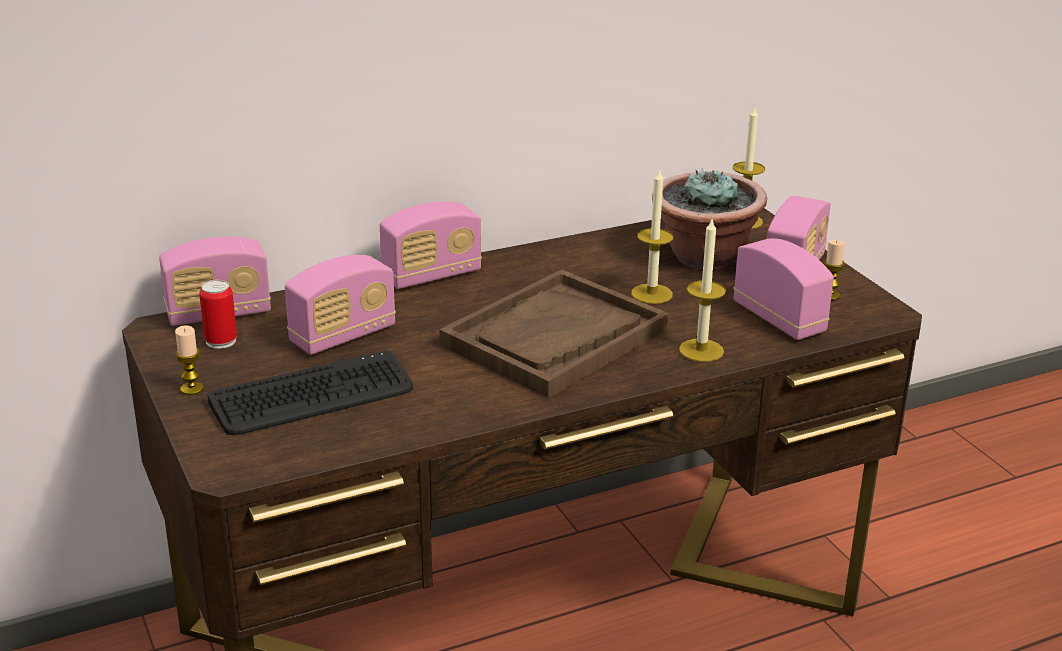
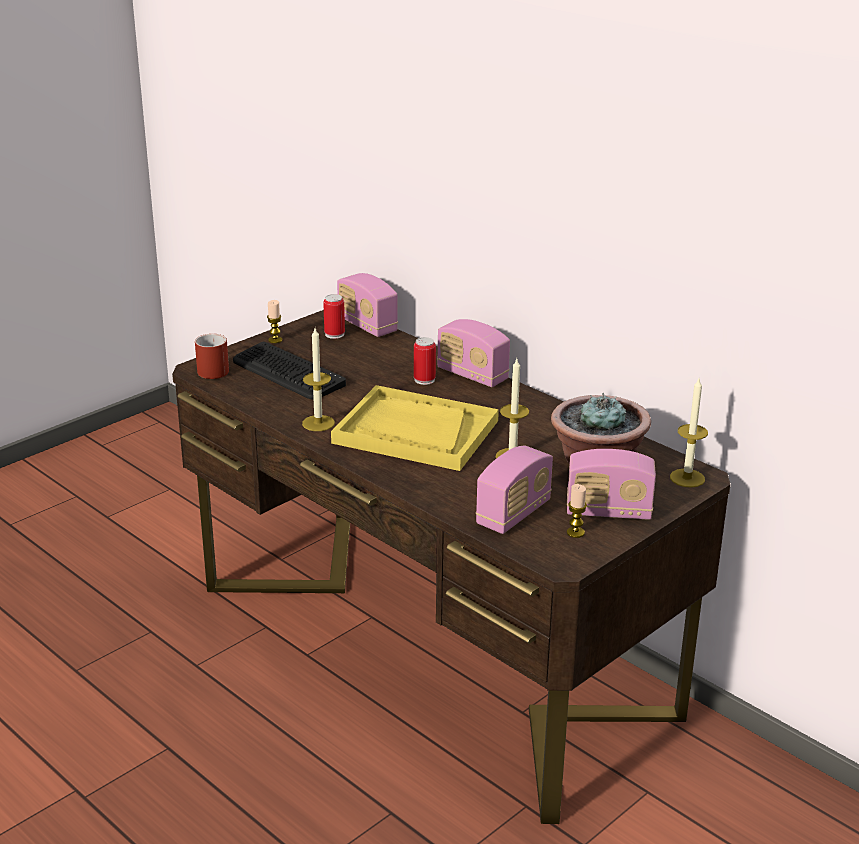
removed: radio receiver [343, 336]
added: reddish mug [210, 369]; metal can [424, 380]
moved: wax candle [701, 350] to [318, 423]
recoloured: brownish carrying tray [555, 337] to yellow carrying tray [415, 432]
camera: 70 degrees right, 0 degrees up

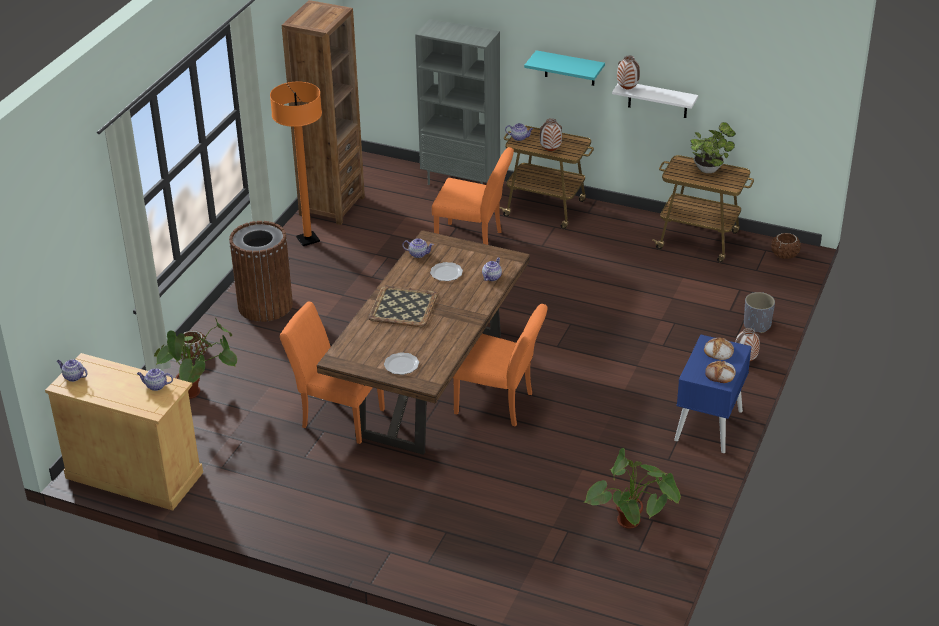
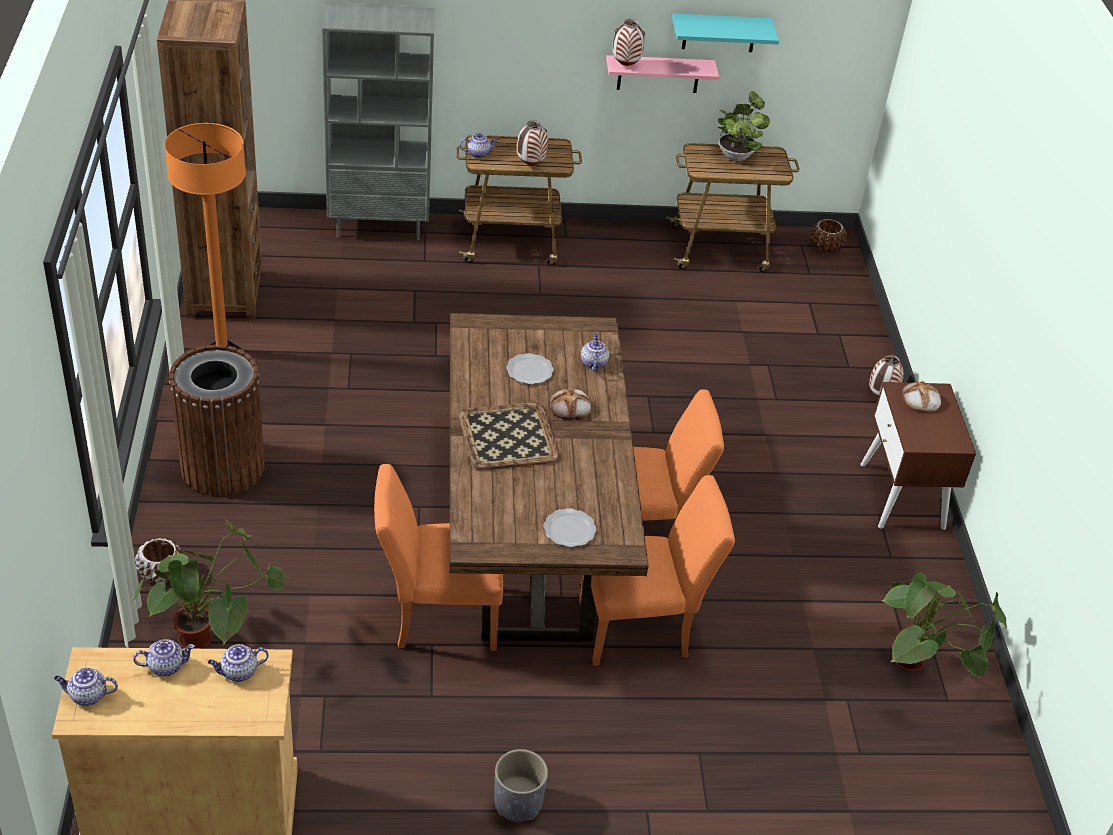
moved: turquoise-coloured bracket shelf [569, 68] to [719, 33]; orange-coloured upright chair [474, 241] to [643, 628]; teapot [418, 254] to [165, 666]; grey flower pot [757, 325] to [518, 802]; baked bread [720, 374] to [570, 407]
recoloured: white-coloured bracket shelf [657, 100] to pink-coloured bracket shelf [658, 74]; blue-coloured bedside table [708, 425] to brownish bedside table [902, 496]
camera: 30 degrees left, 5 degrees up

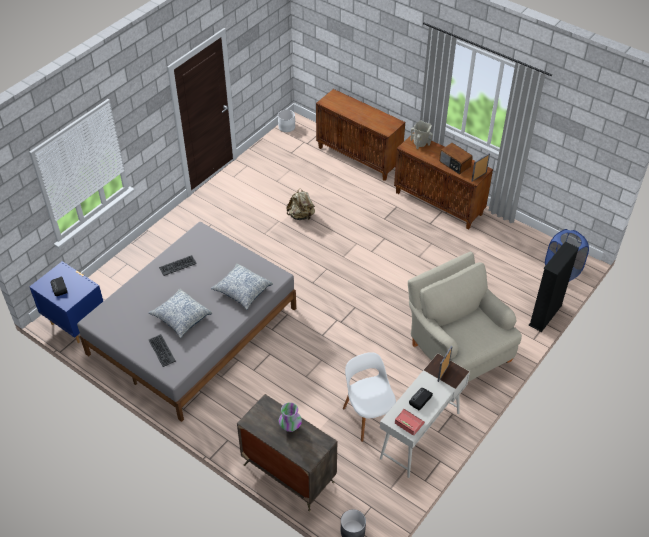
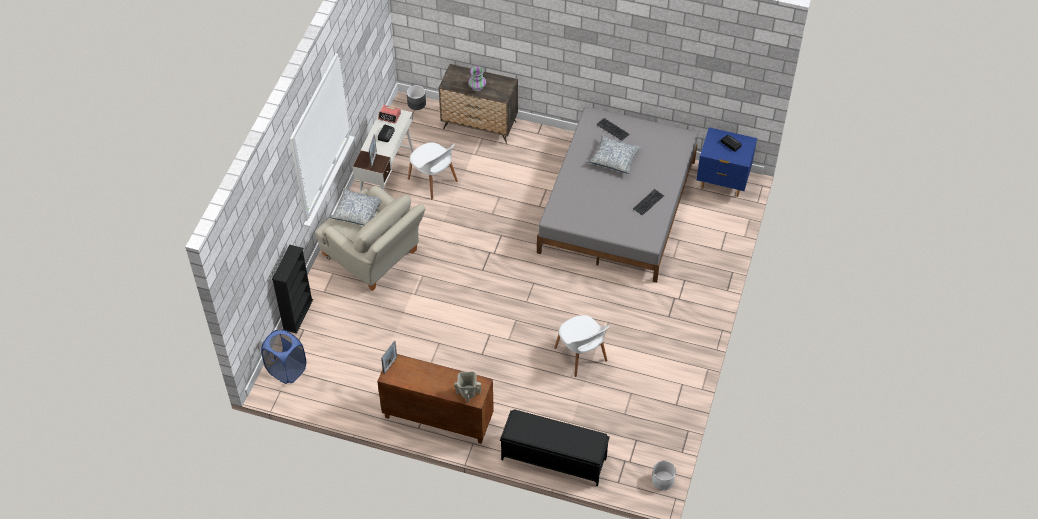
removed: radio receiver [454, 164]
moved: pillow [242, 291] to [358, 212]
replaced: brownish storage cabinet [359, 157] to black indoor bench [553, 458]; sand-coloured backpack [301, 216] to white-coloured upright chair [581, 355]
camera: 160 degrees right, 5 degrees up

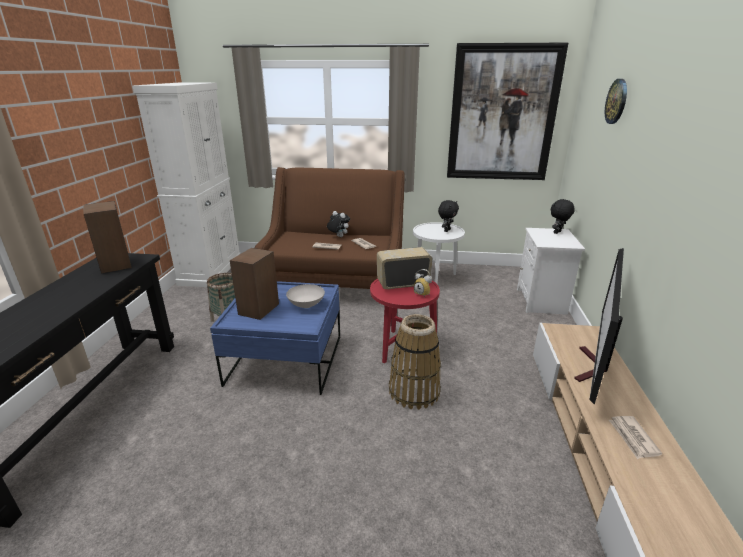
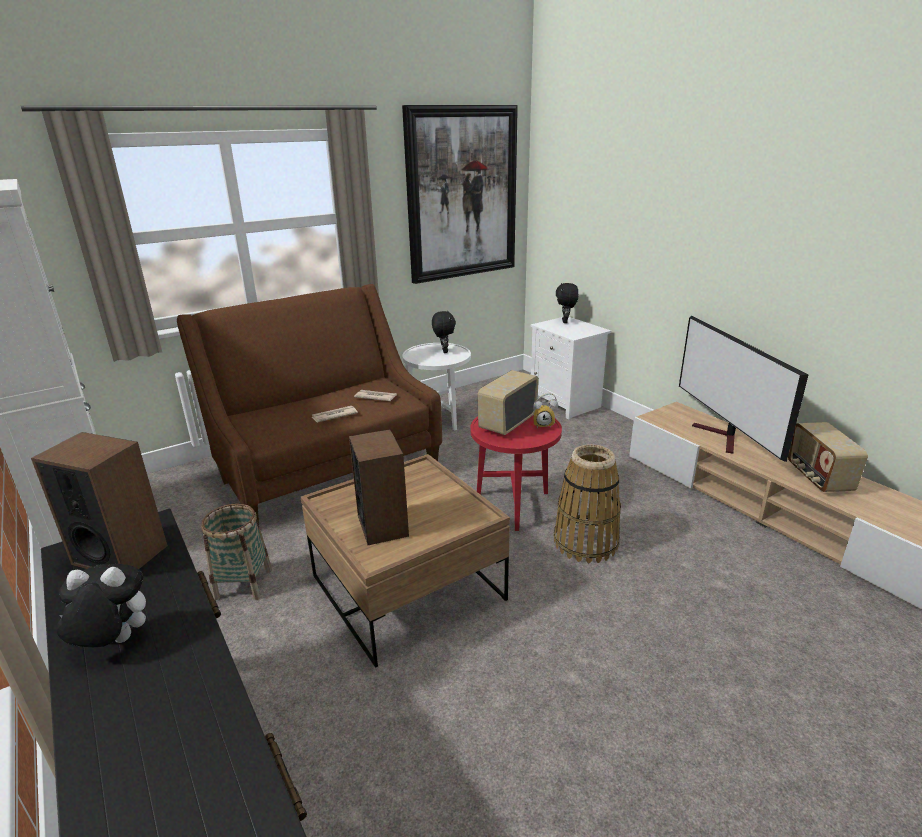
removed: hanging clock [616, 101]; white-coloured serving bowl [306, 305]
moved: soft toy [338, 236] to [114, 643]
replaced: printed paper [633, 438] to radio receiver [817, 478]
recoloured: blue-coloured coffee table [286, 360] to brownish coffee table [407, 588]
camera: 40 degrees left, 0 degrees up

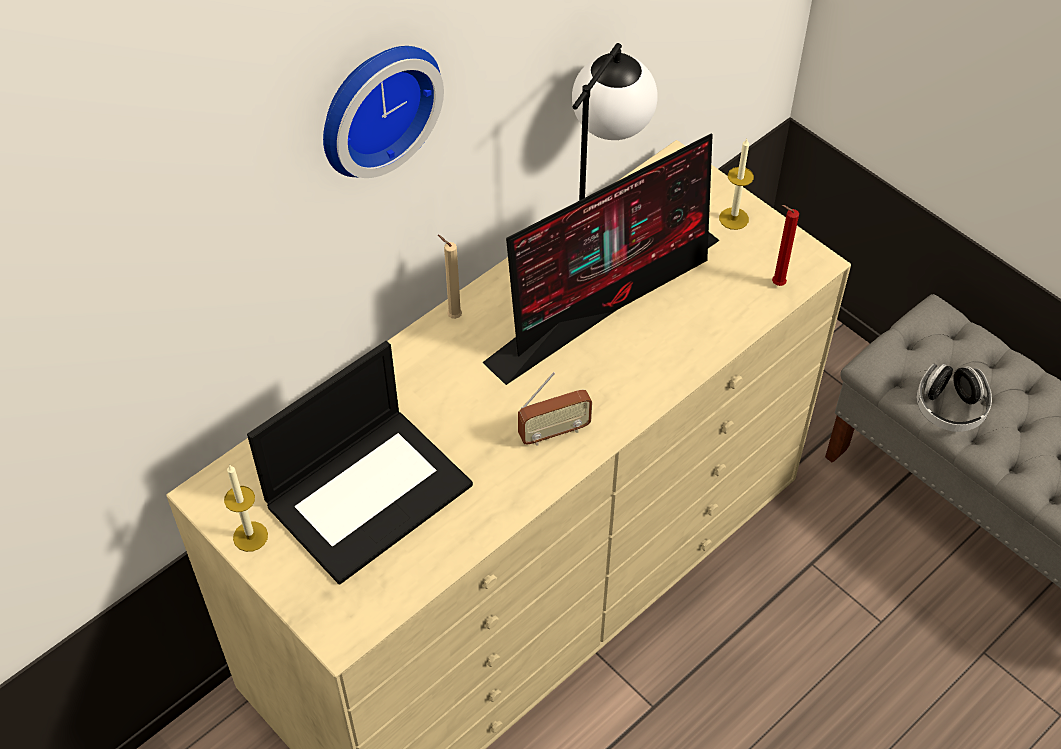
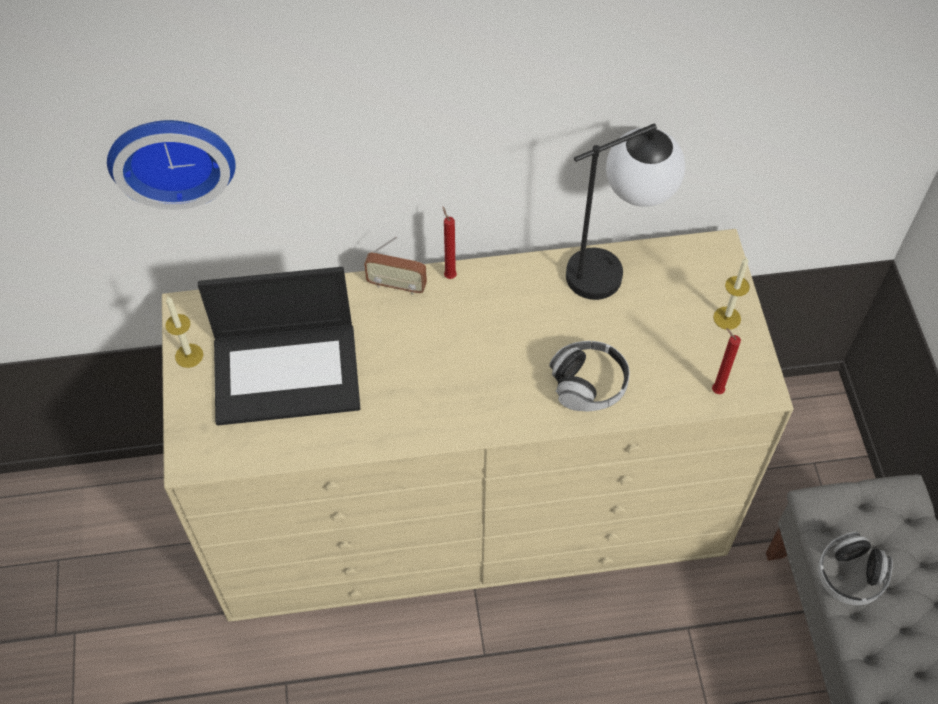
removed: computer display [608, 298]
added: pair of headphones [588, 385]
moved: hanging clock [374, 105] to [171, 155]; radio receiver [554, 432] to [397, 285]
recoloured: sand-coloured wax candle [452, 316] to reddish wax candle [449, 275]
camera: 35 degrees right, 5 degrees up

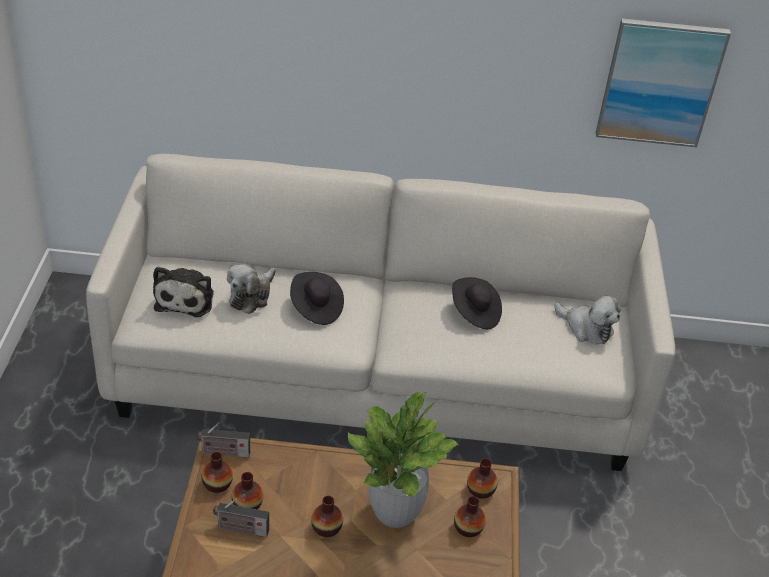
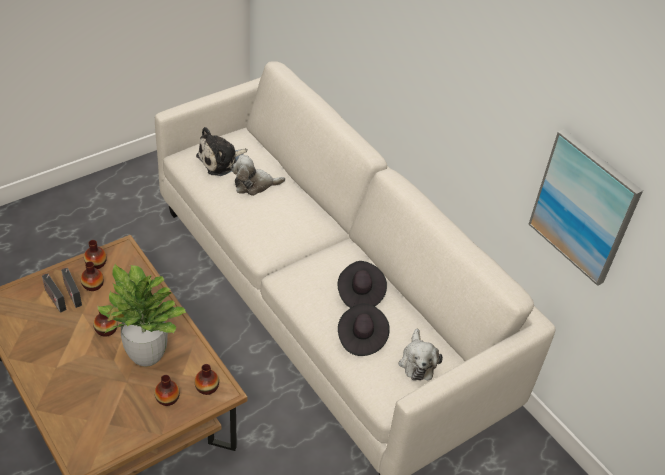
moved: black wearable hat [316, 308] to [361, 337]; radio receiver [223, 453] to [54, 298]
camera: 50 degrees right, 5 degrees up

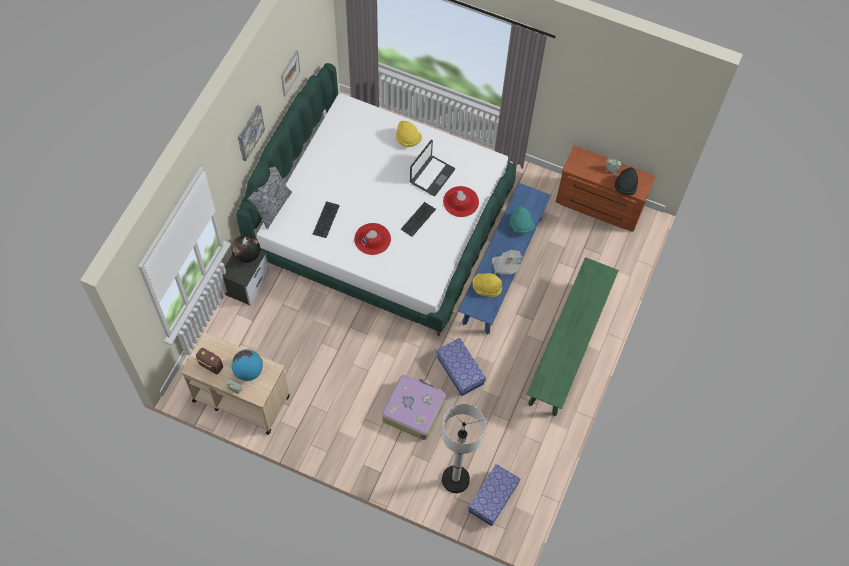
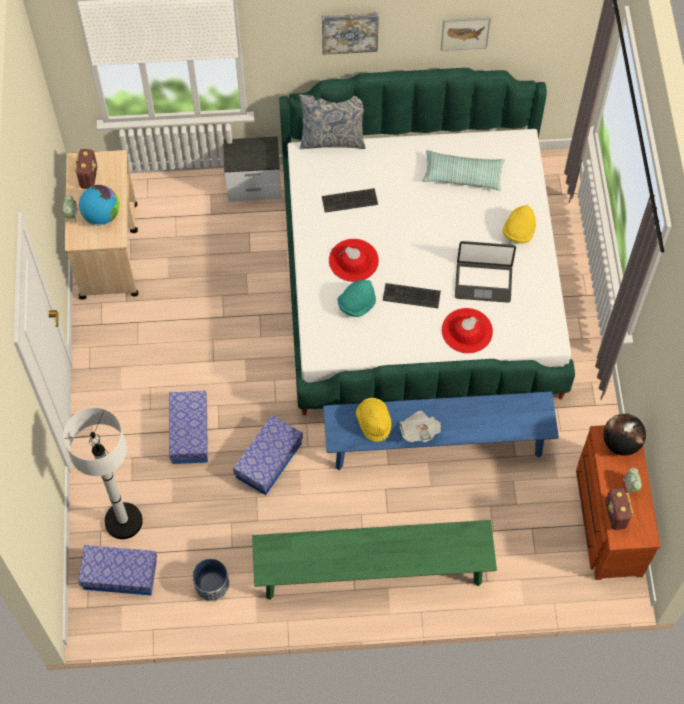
added: pillow [462, 175]; flower pot [211, 585]
moved: turquoise-coloured wearable hat [521, 225] to [357, 304]; world globe [247, 255] to [620, 443]
replaced: black wearable hat [625, 187] to radio receiver [615, 515]; suitcase [413, 409] to storage container [189, 433]
camera: 65 degrees right, 0 degrees up

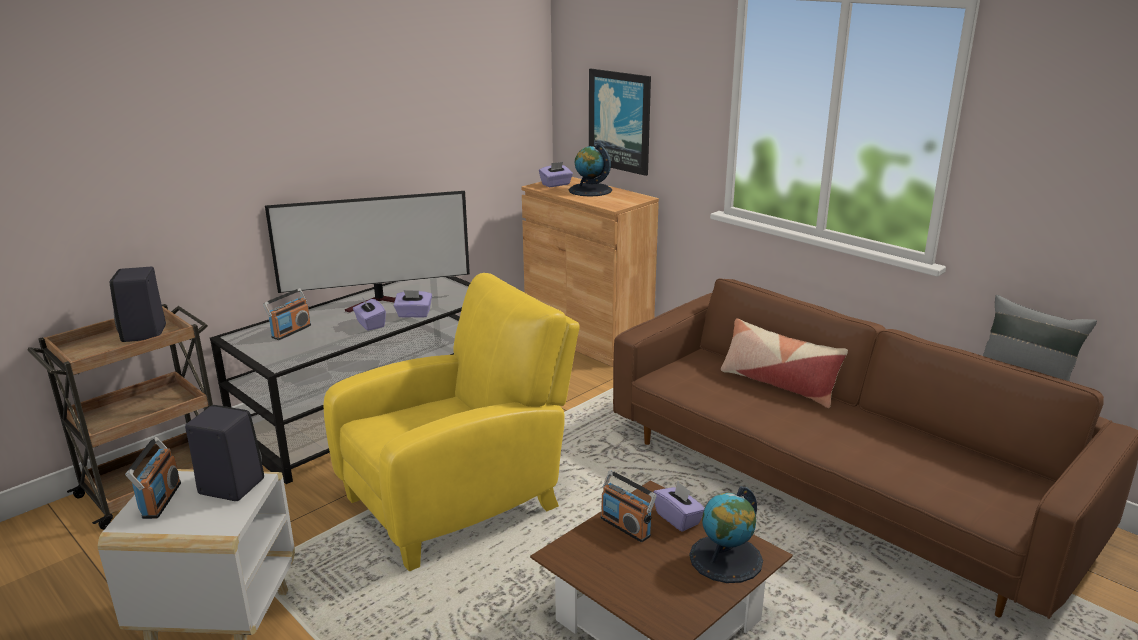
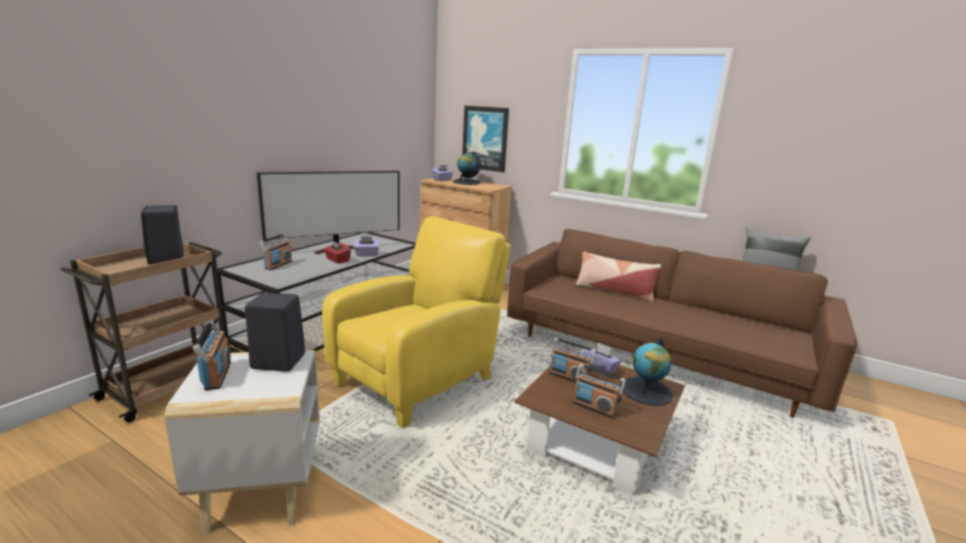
added: radio receiver [595, 407]
recoloured: purplish tissue box [370, 324] to reddish tissue box [337, 260]
camera: 15 degrees left, 5 degrees down

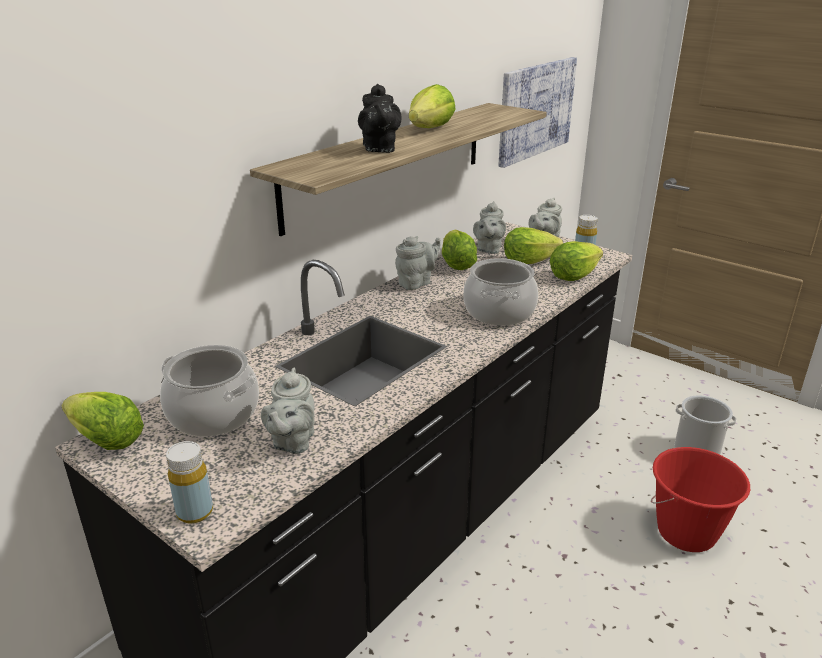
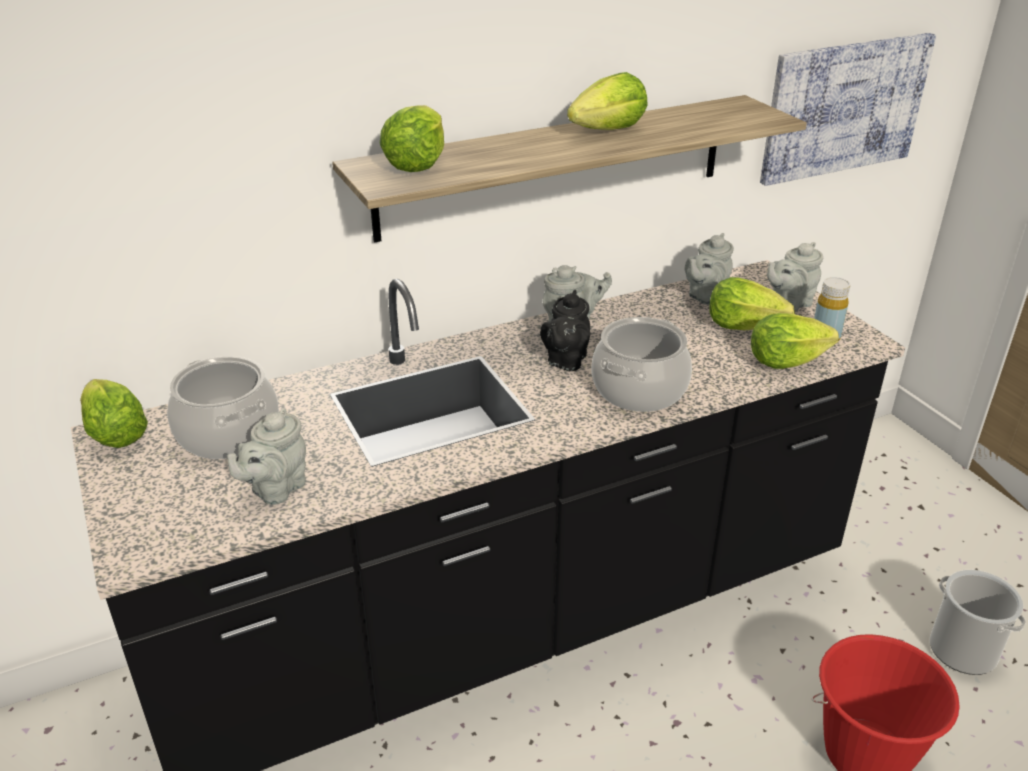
removed: yellow beverage bottle [195, 512]
moved: black teapot [379, 149] to [565, 361]; lettuce [456, 265] to [416, 164]
camera: 25 degrees right, 5 degrees up

